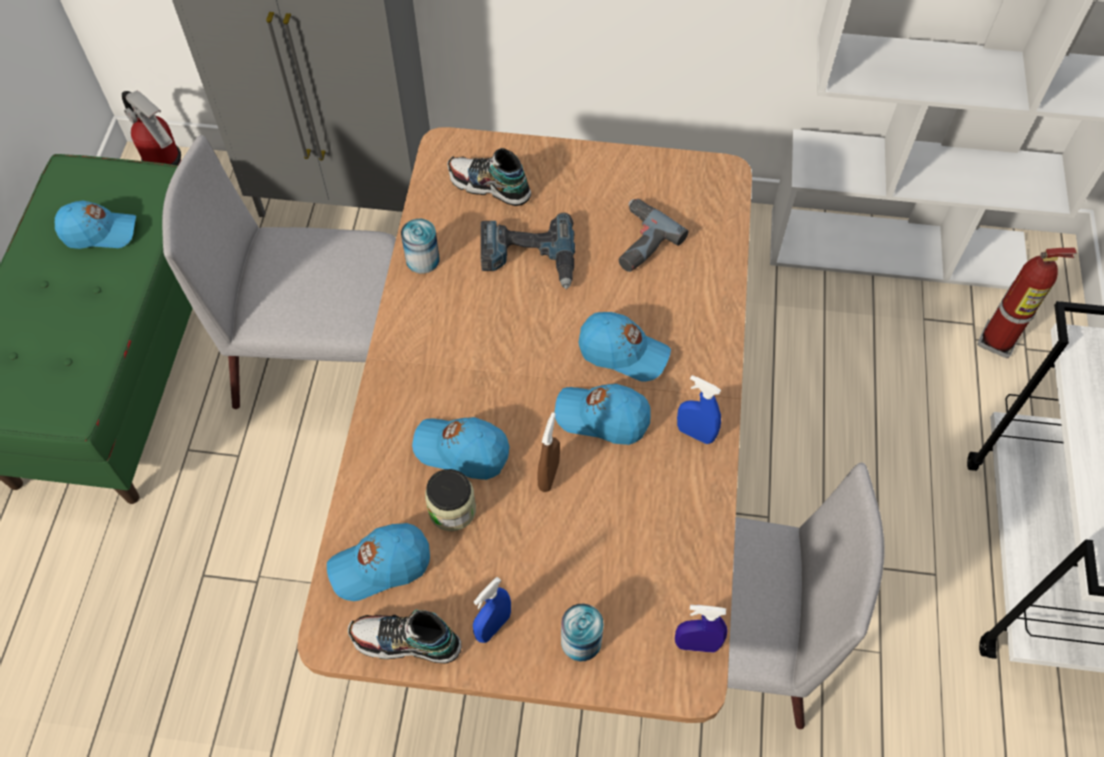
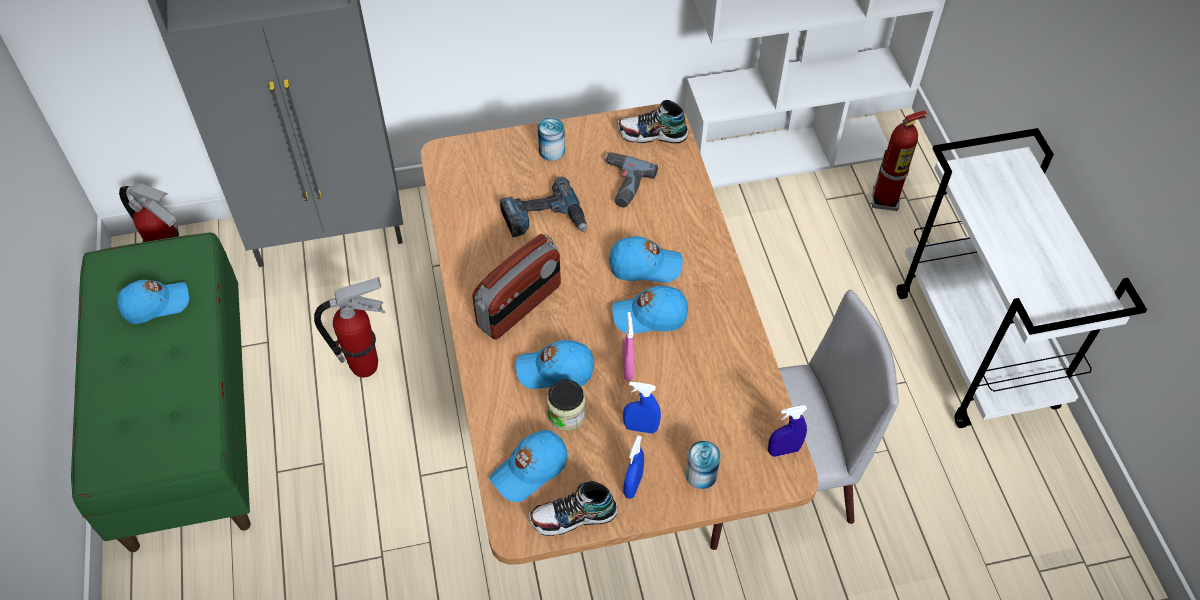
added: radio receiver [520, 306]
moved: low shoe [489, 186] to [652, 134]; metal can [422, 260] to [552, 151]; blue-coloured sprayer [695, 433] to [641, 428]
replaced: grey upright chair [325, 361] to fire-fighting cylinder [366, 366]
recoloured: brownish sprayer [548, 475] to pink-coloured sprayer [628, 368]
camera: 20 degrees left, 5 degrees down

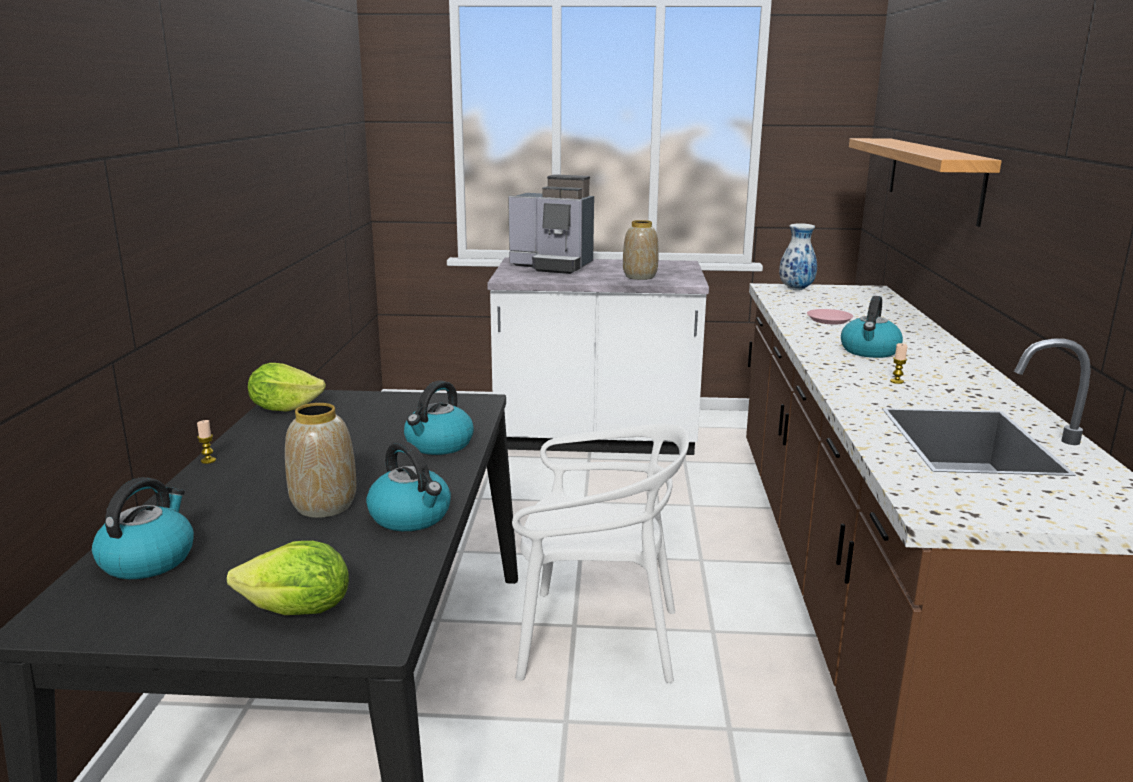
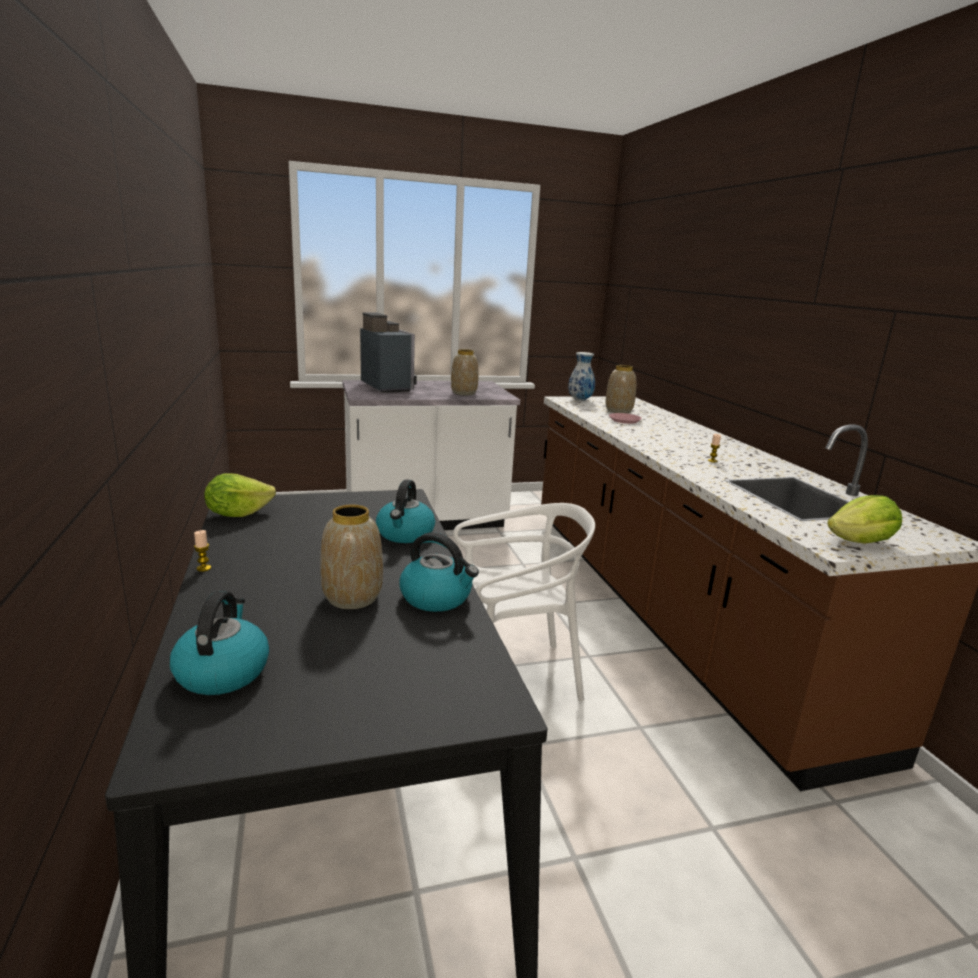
removed: bracket shelf [933, 177]; water kettle [869, 351]
added: flower vase [619, 411]
moved: lettuce [298, 611] to [860, 542]
turned: coffee machine [553, 266] = [389, 386] 120 degrees counterclockwise
camera: 20 degrees left, 0 degrees up

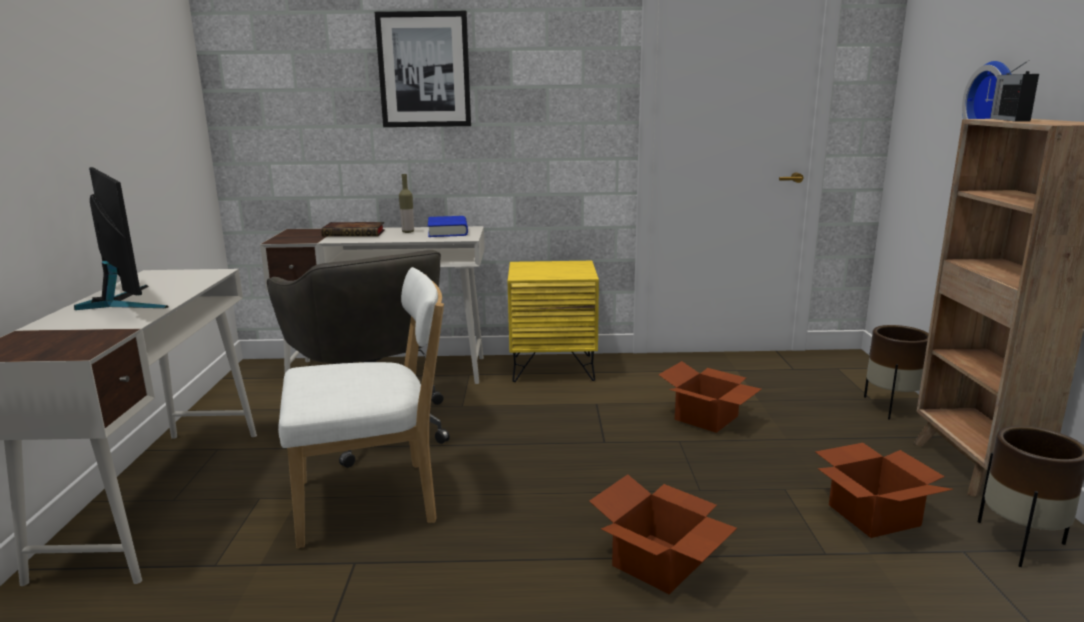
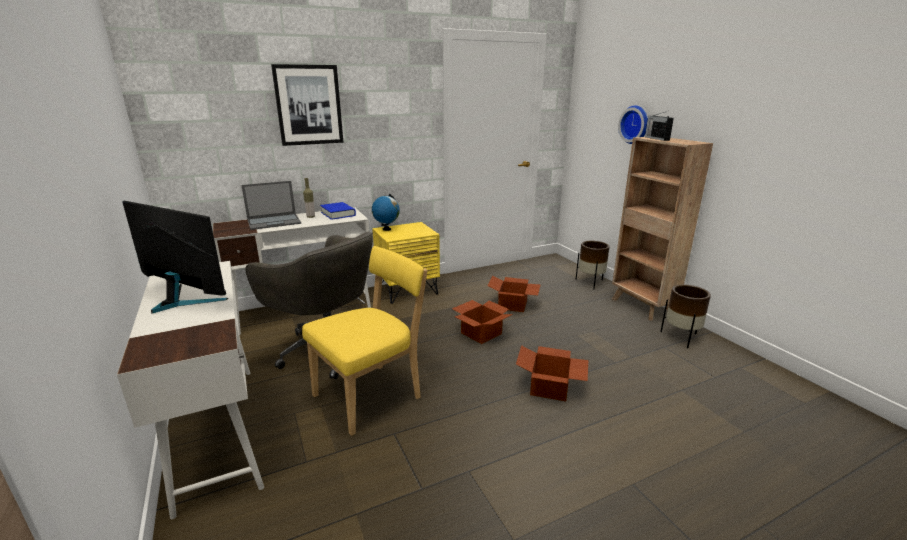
added: world globe [386, 229]
moved: carton [873, 514] to [481, 333]
replaced: book [356, 233] to portable computer [274, 222]
recoloured: white-coloured upright chair [373, 501] to yellow upright chair [372, 395]
camera: 25 degrees left, 5 degrees up

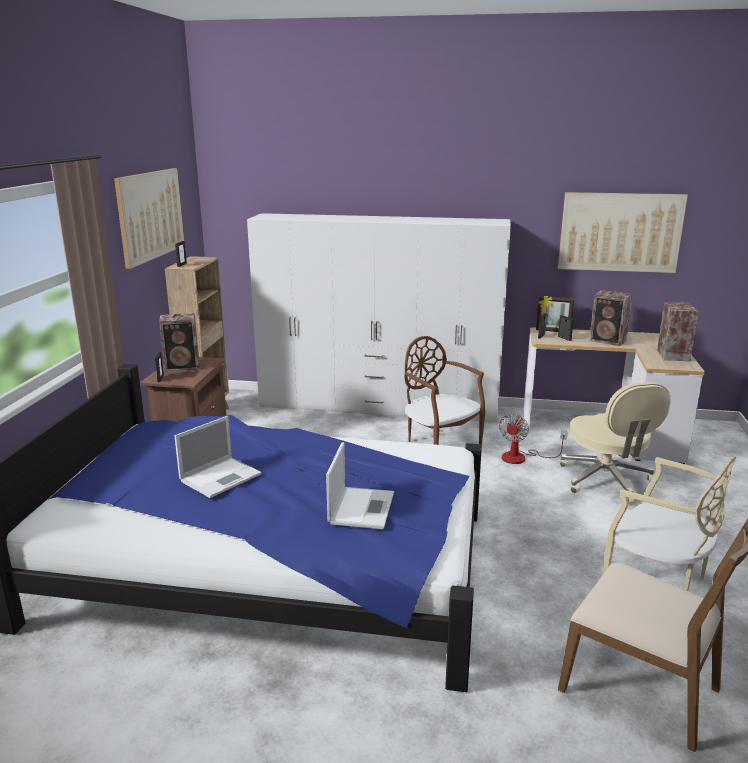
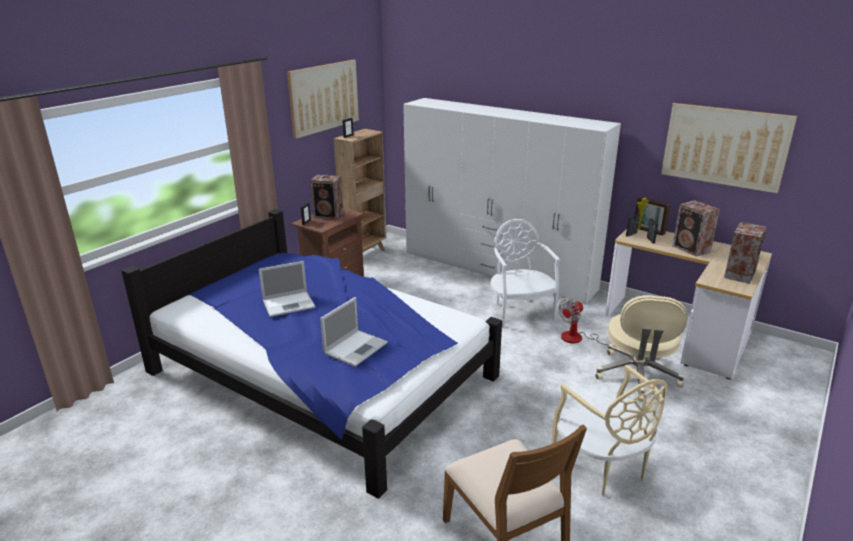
recoloured: brownish upright chair [439, 444] to white-coloured upright chair [520, 312]
camera: 25 degrees right, 5 degrees up

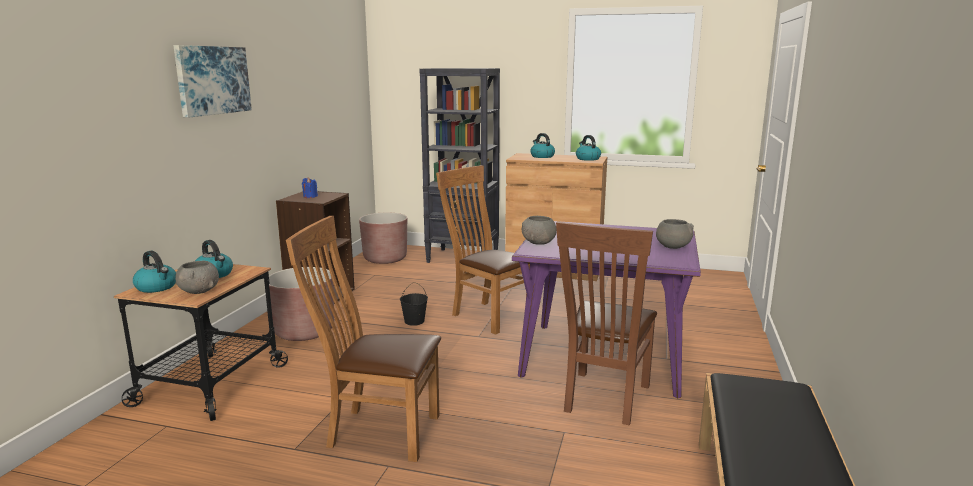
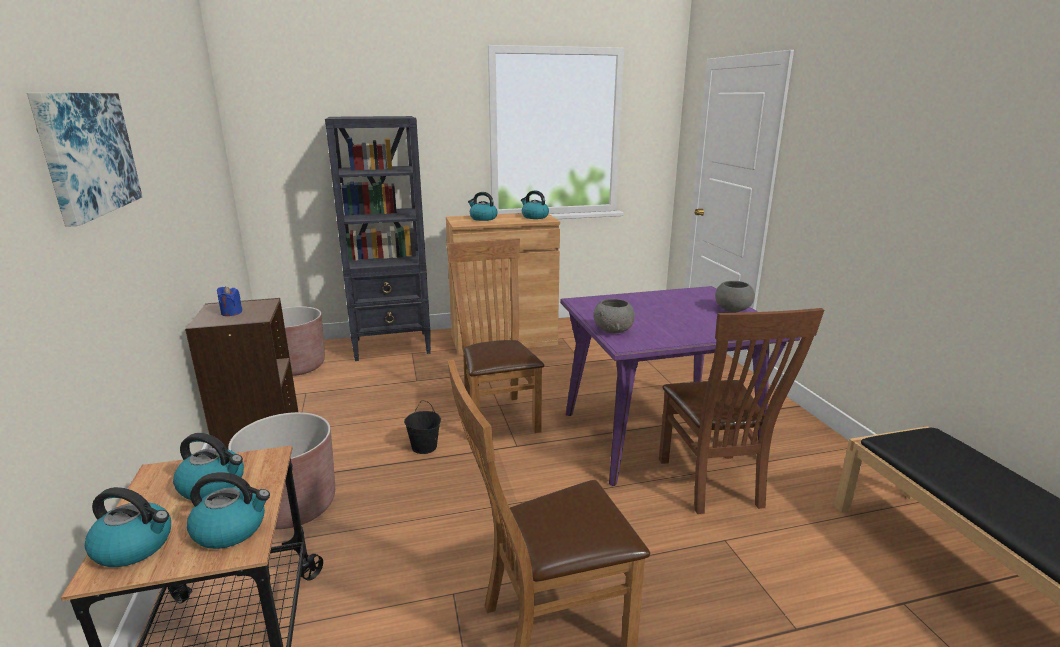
replaced: grey serving bowl [199, 291] to water kettle [231, 529]
turned: brownish upright chair [488, 315] = [497, 415] 60 degrees clockwise
camera: 30 degrees left, 5 degrees up

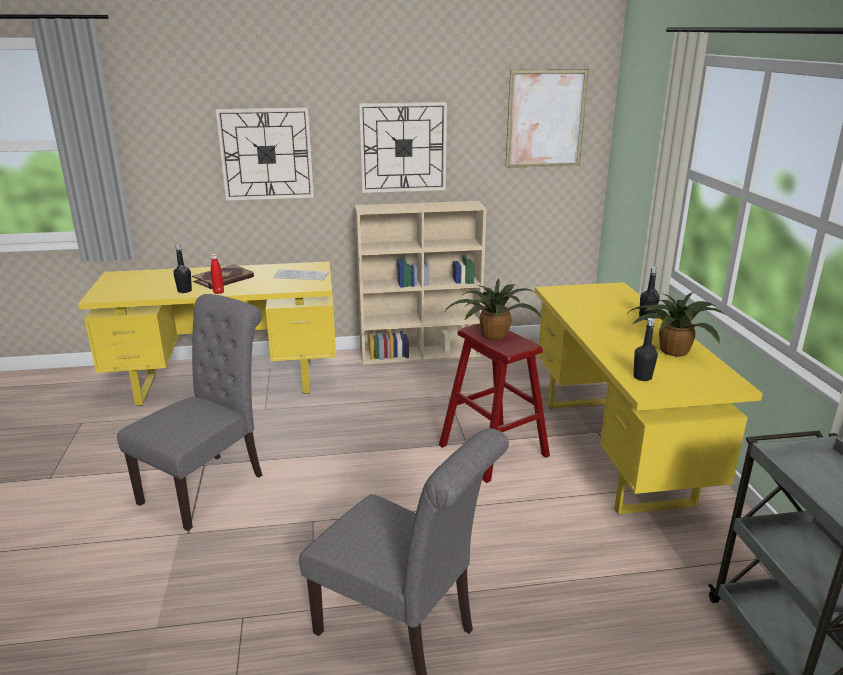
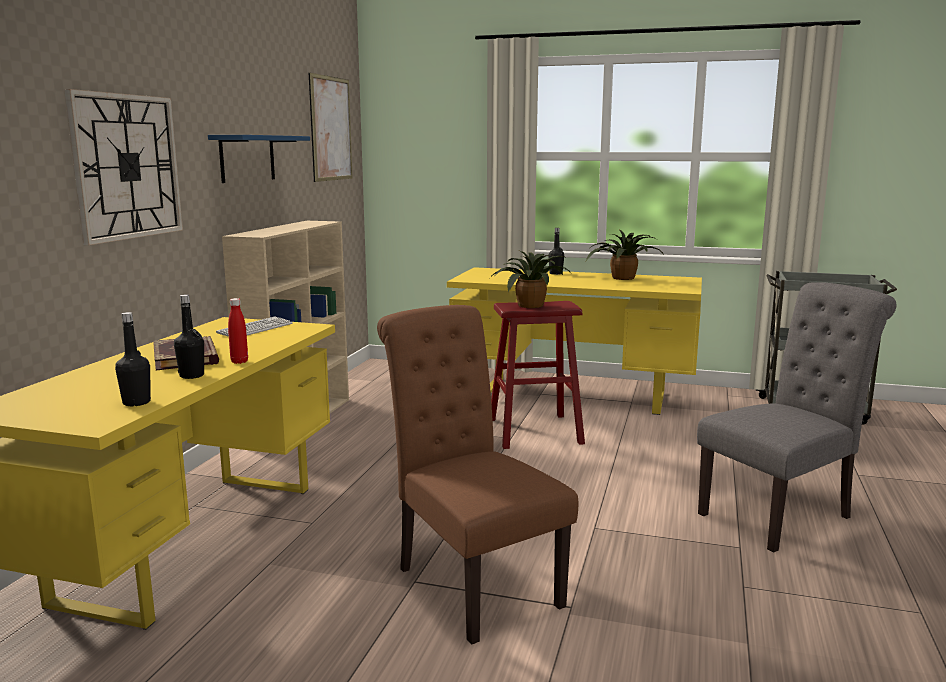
moved: black beverage bottle [642, 377] to [136, 402]
replaced: hanging clock [403, 147] to blue-coloured bracket shelf [247, 158]
recoloured: grey upright chair [209, 485] to brownish upright chair [471, 582]
camera: 65 degrees left, 10 degrees down

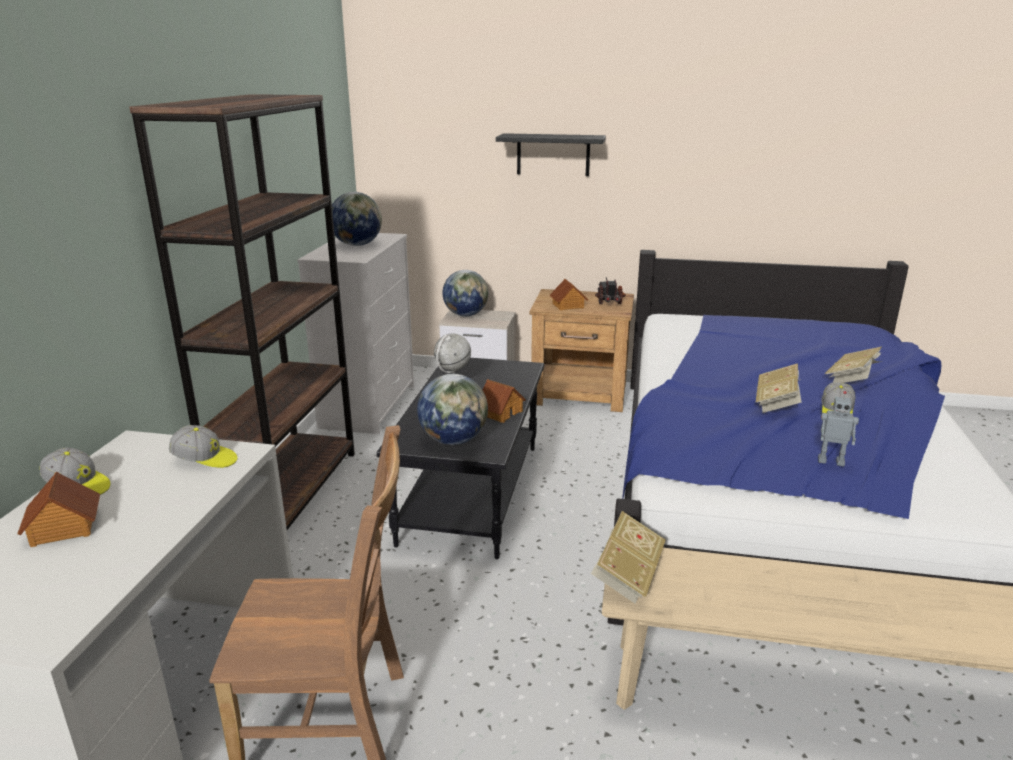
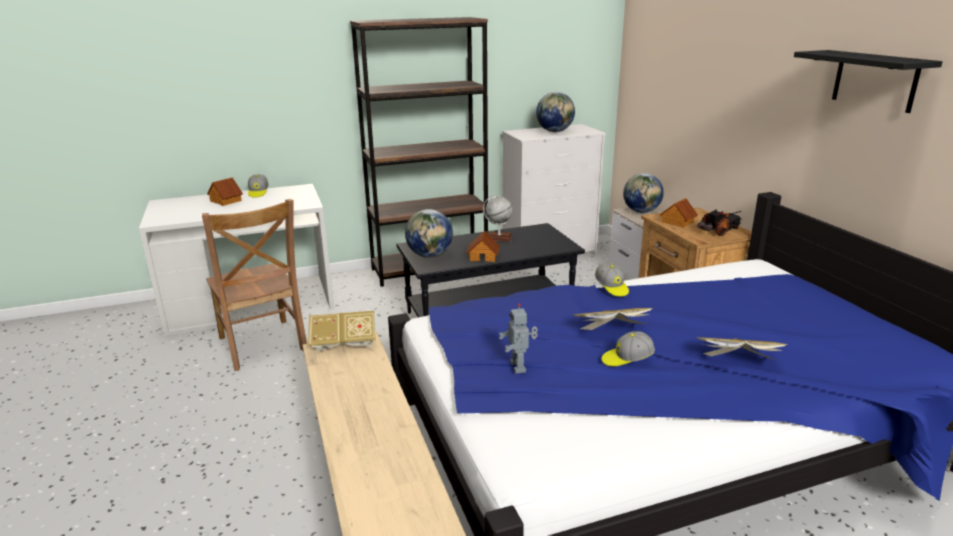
moved: black bracket shelf [553, 154] to [875, 80]; baseball cap [205, 460] to [611, 288]
camera: 60 degrees right, 0 degrees up

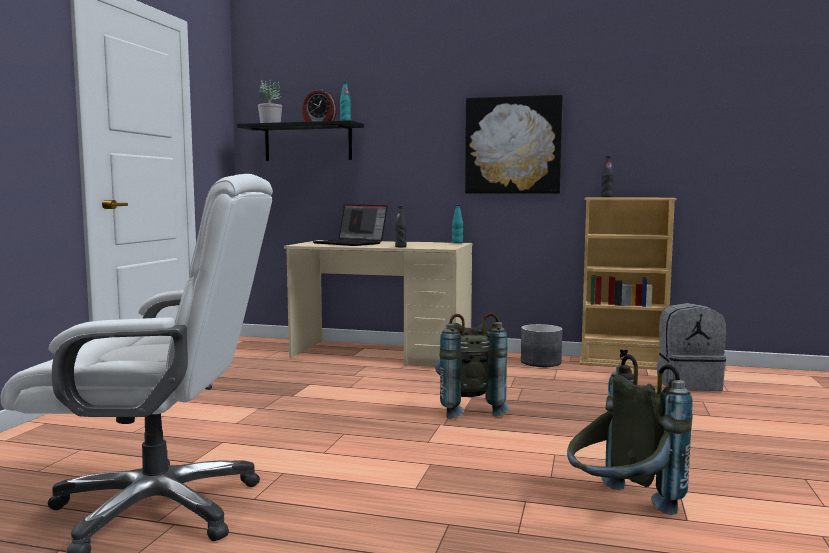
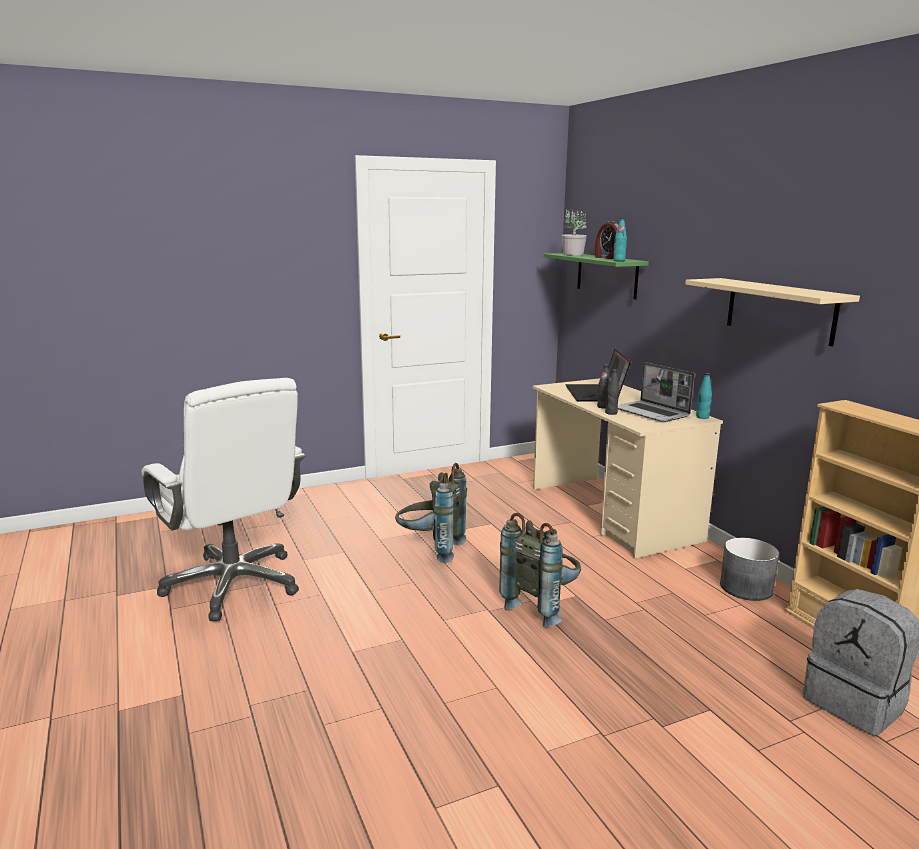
added: portable computer [652, 413]
moved: black beverage bottle [606, 197] to [603, 407]; grey backpack [620, 508] to [430, 549]
replaced: picture [513, 145] to sand-coloured bracket shelf [780, 310]
recoloured: black bracket shelf [308, 142] to greenish bracket shelf [606, 275]
camera: 50 degrees right, 10 degrees up

